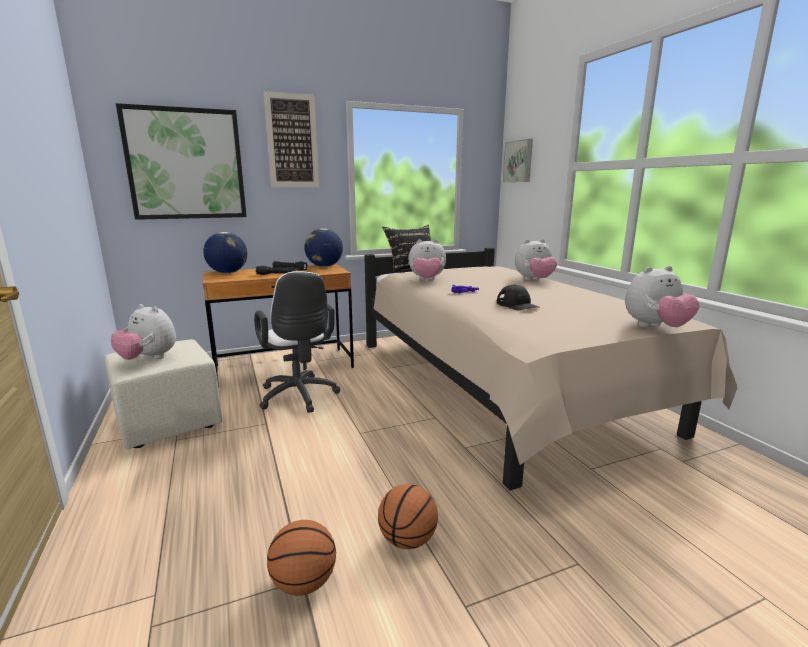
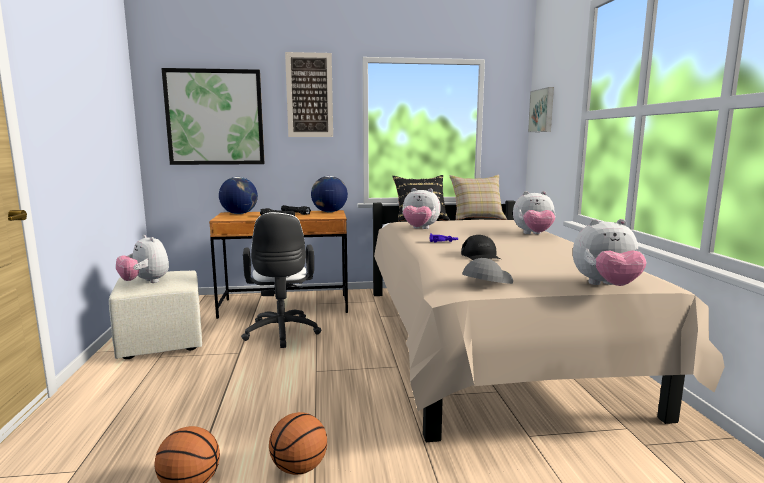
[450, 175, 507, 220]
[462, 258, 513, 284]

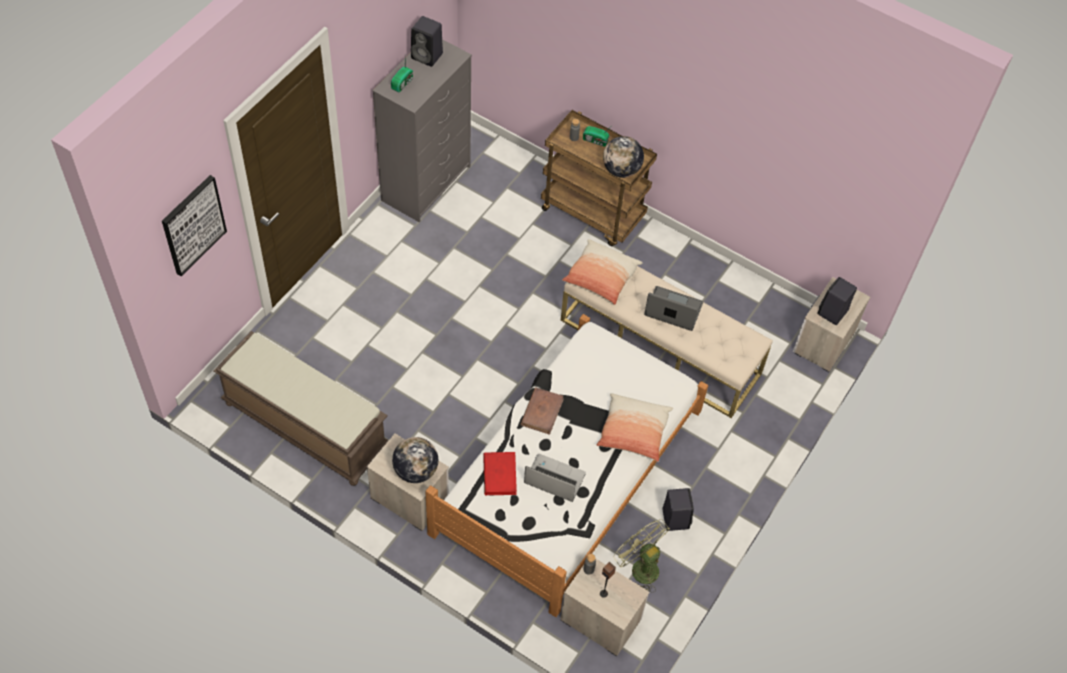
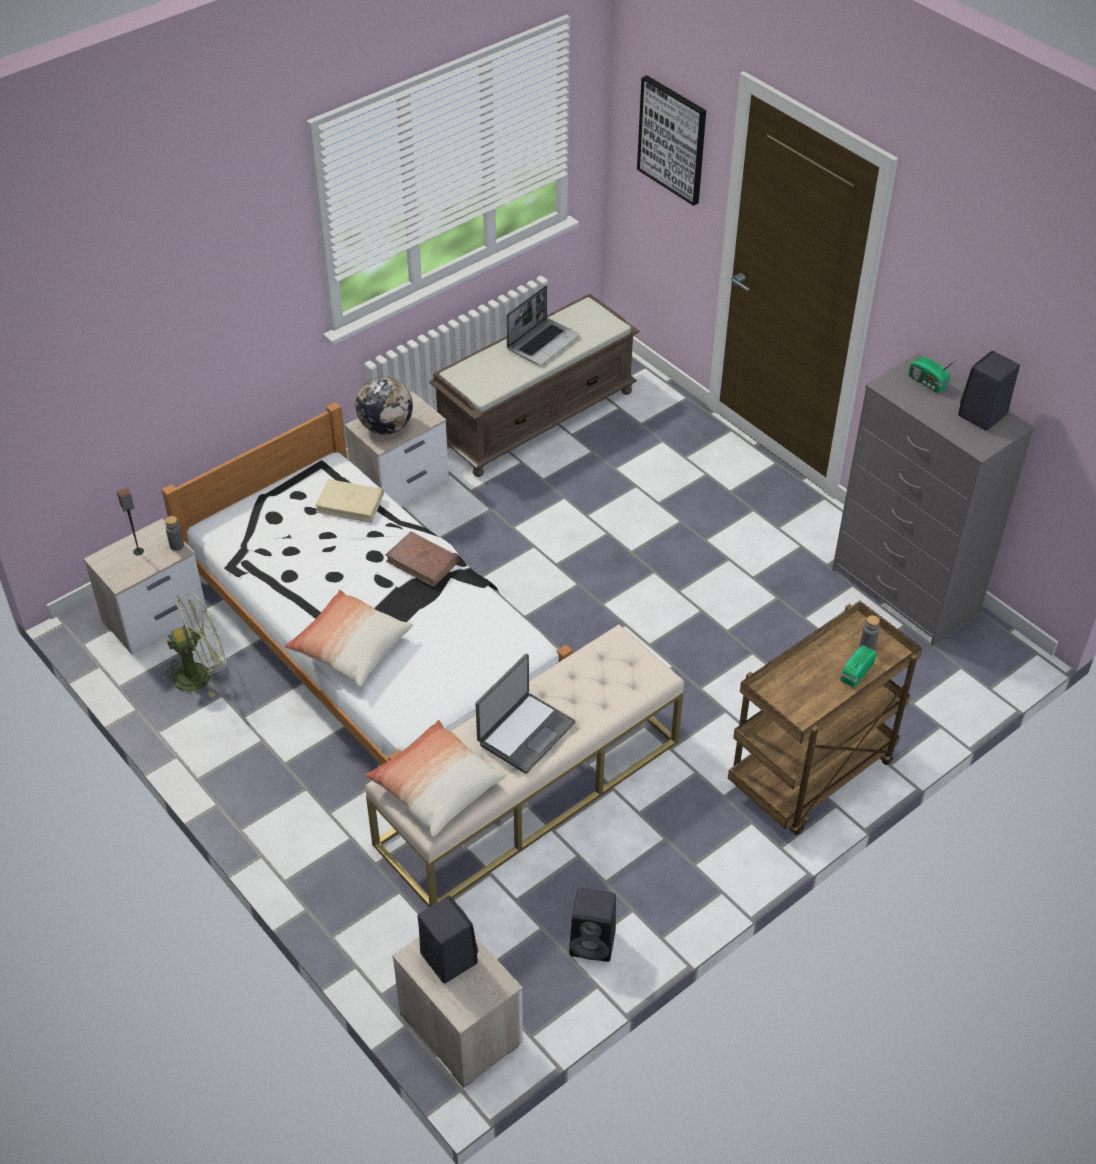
[315, 479, 384, 523]
[365, 720, 506, 837]
[506, 285, 579, 366]
[569, 888, 616, 962]
[603, 136, 644, 178] (first image)

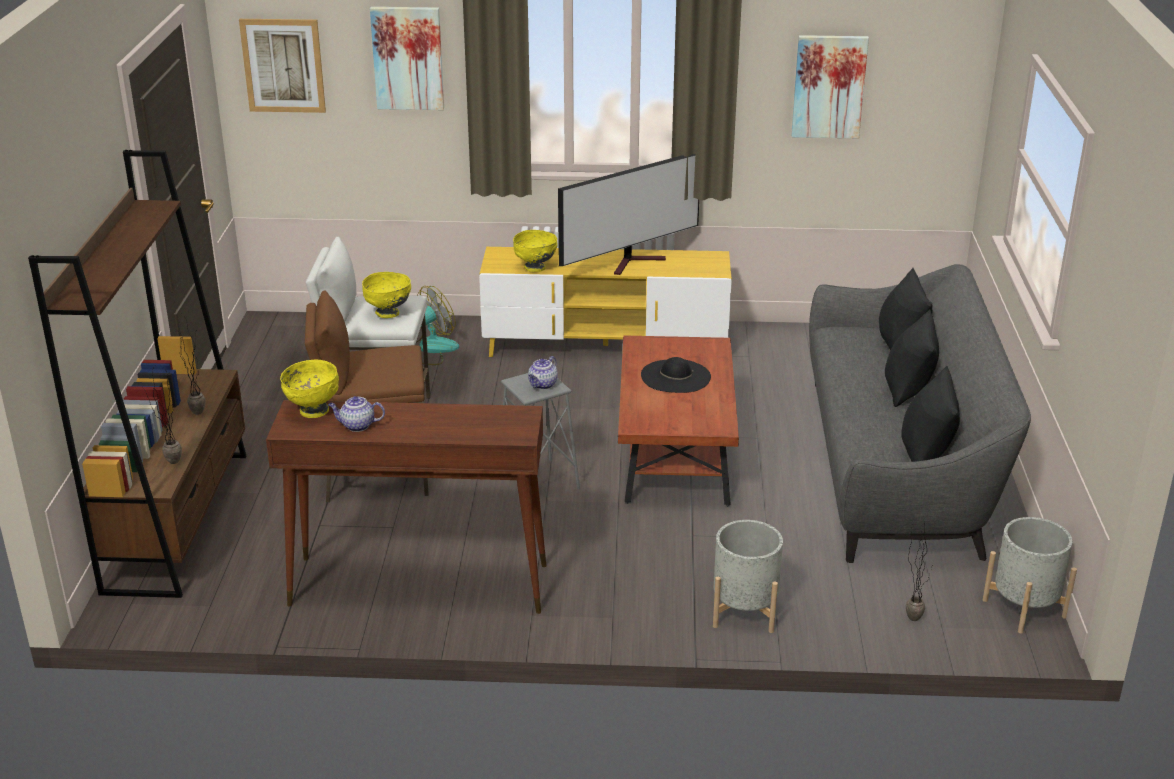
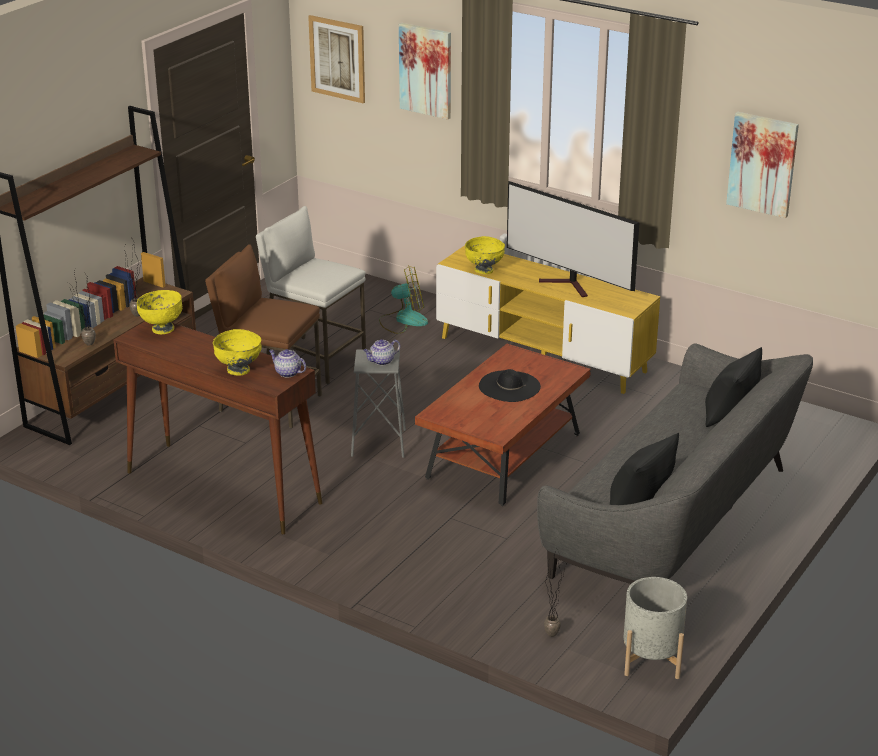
[213, 329, 261, 376]
[269, 349, 306, 378]
[507, 181, 639, 297]
[713, 520, 783, 633] (first image)
[885, 310, 939, 407] (first image)

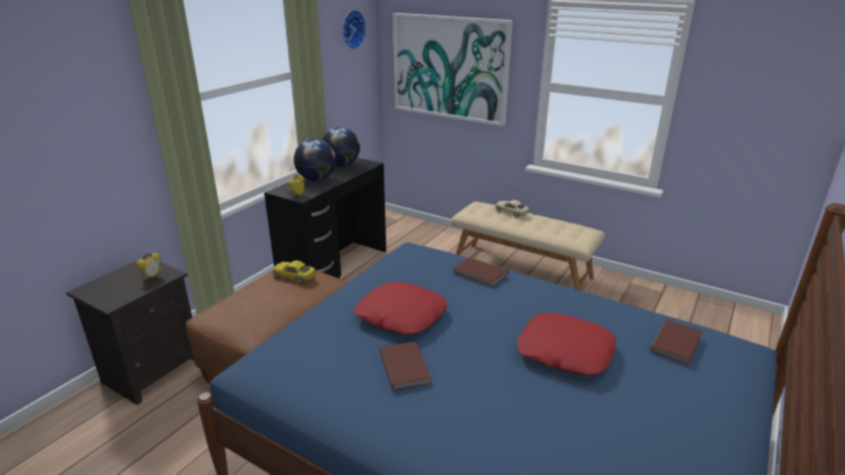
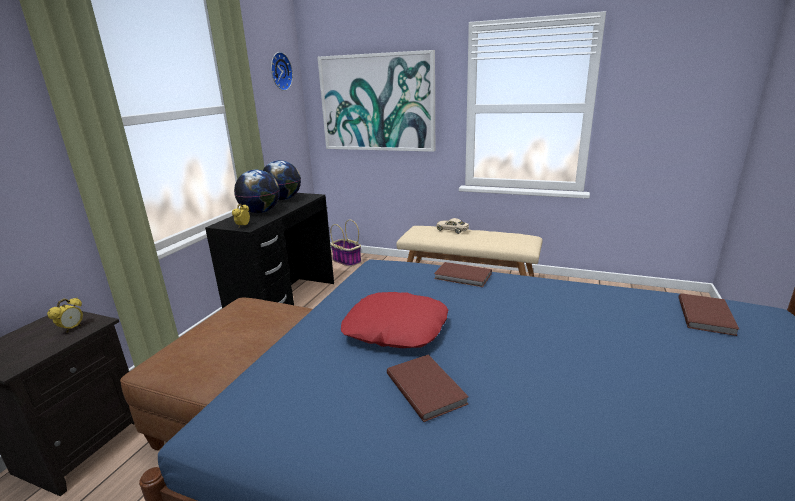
[330, 219, 361, 267]
[273, 260, 316, 284] (first image)
[517, 313, 616, 376] (first image)

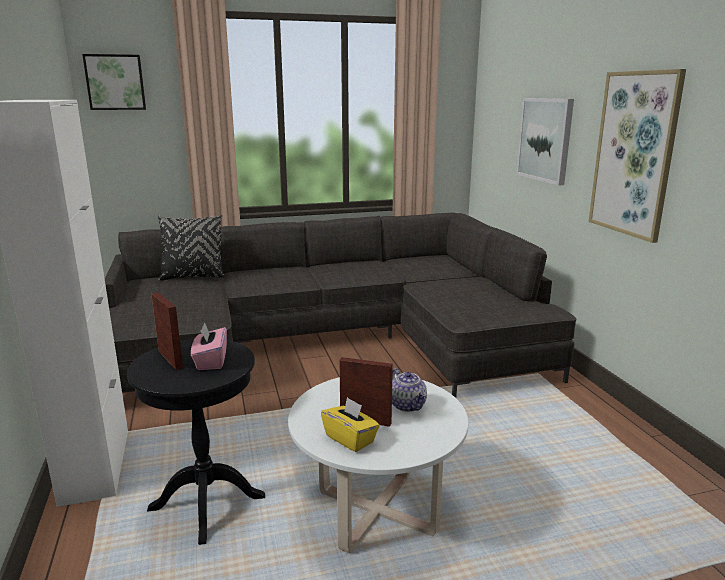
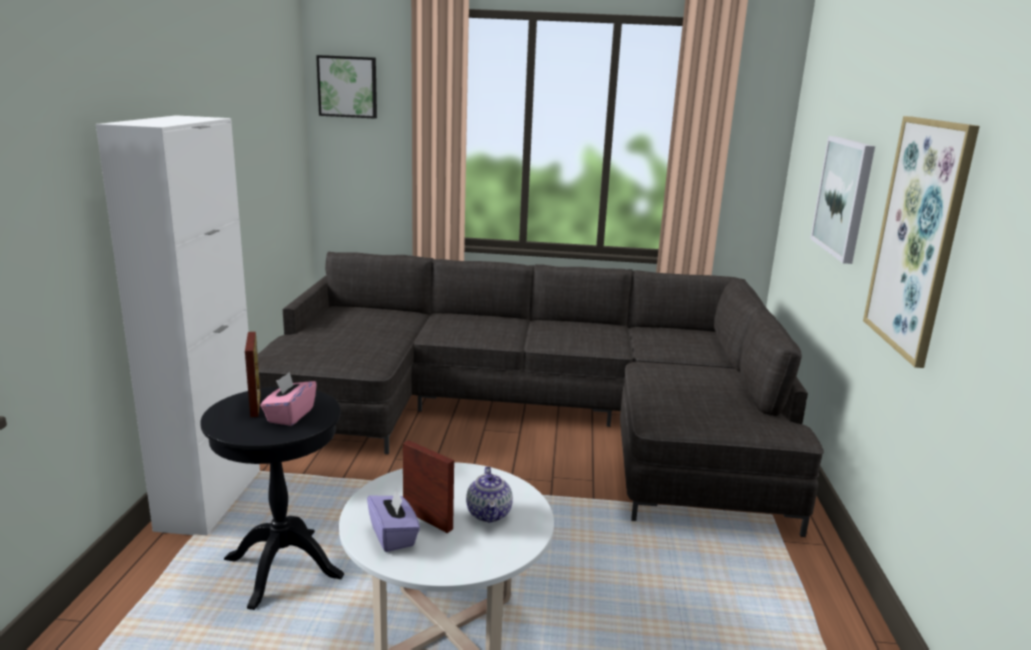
[367, 487, 420, 552]
[158, 215, 225, 281] (first image)

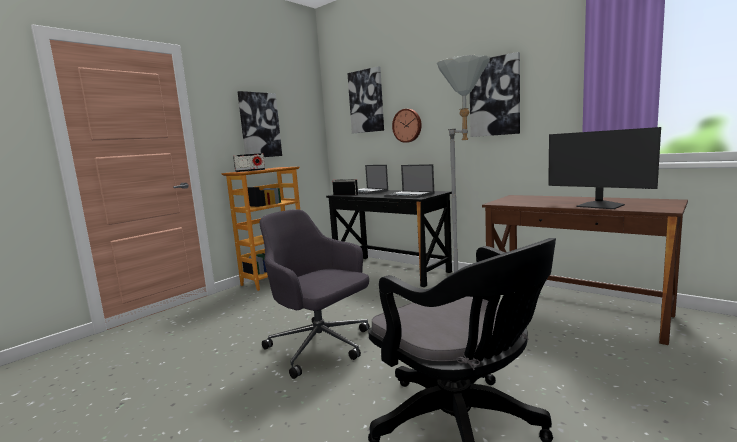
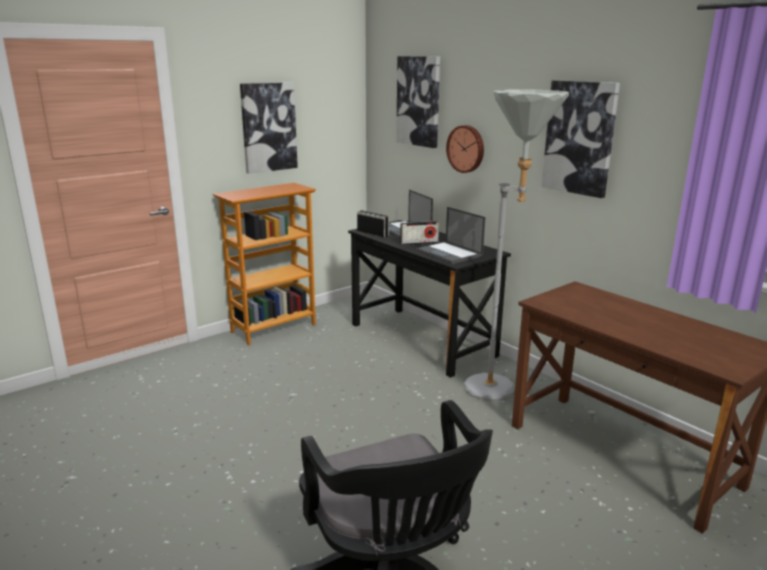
[400, 221, 439, 246]
[260, 209, 370, 379] (first image)
[548, 127, 661, 209] (first image)

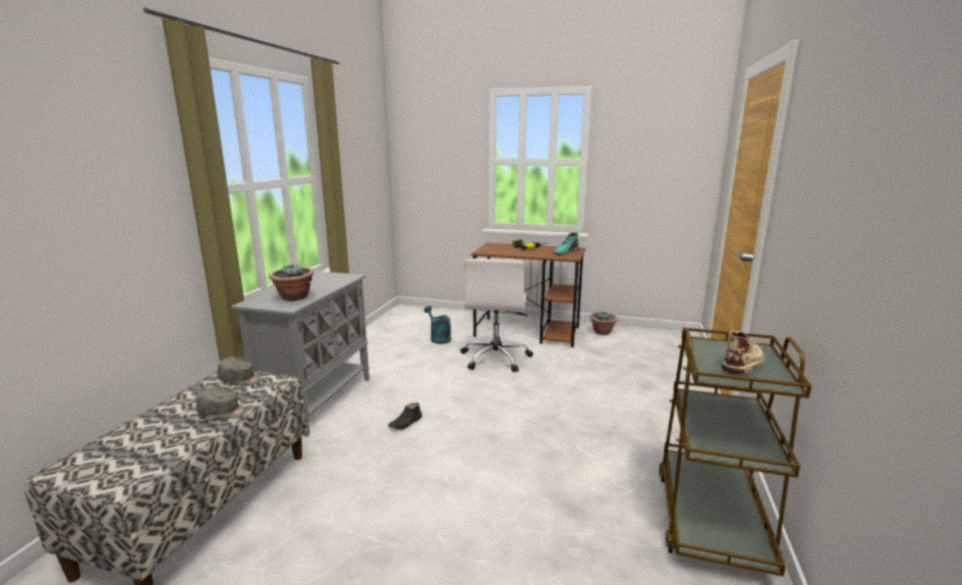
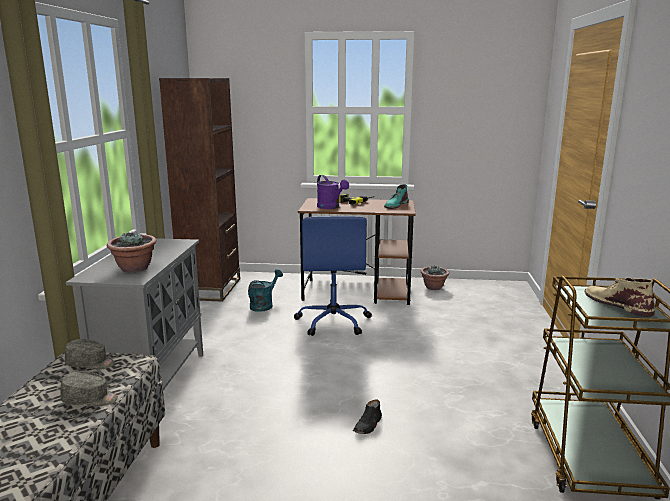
[159, 78, 240, 302]
[248, 269, 283, 312]
[294, 216, 372, 336]
[317, 175, 349, 209]
[353, 399, 382, 434]
[585, 278, 655, 317]

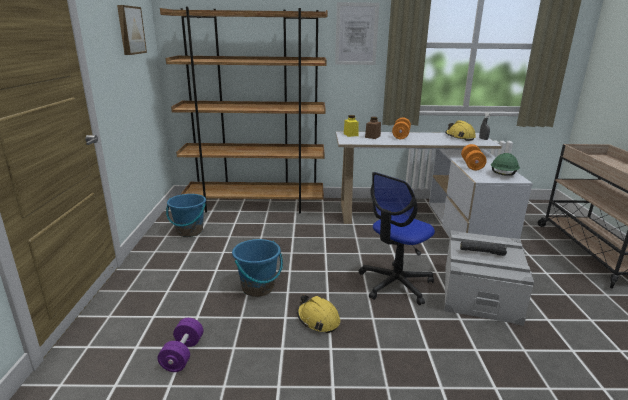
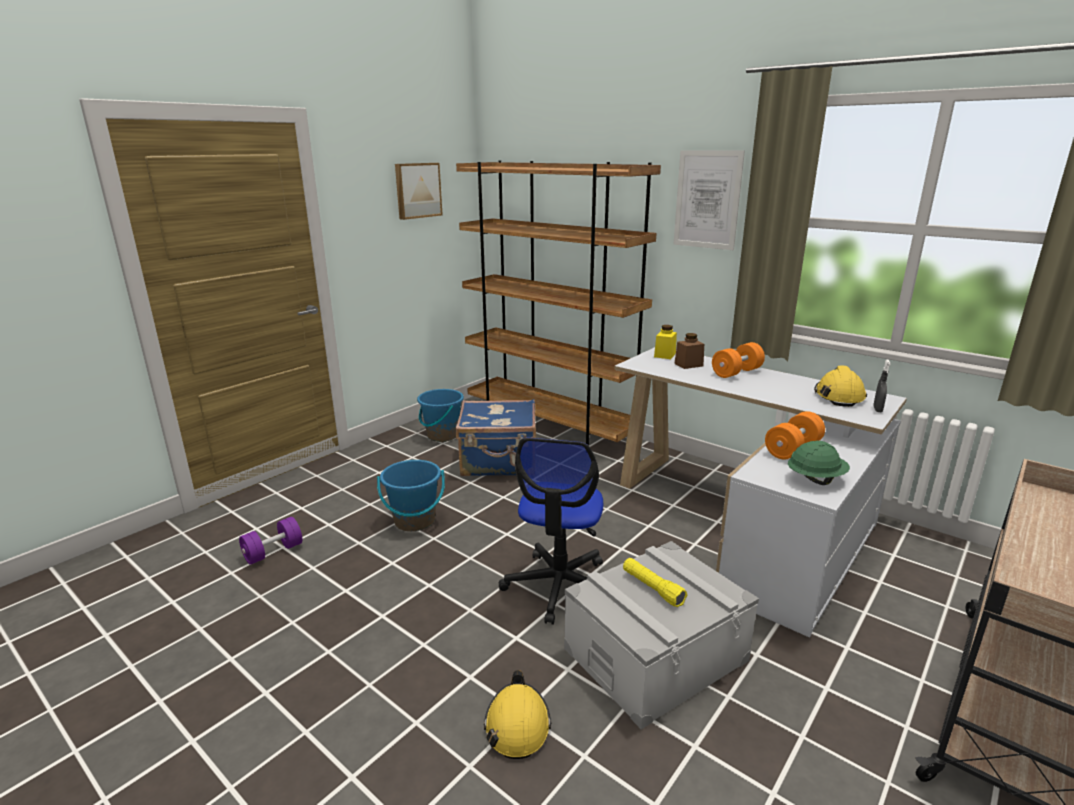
[456, 399, 536, 476]
[484, 670, 551, 759]
[499, 438, 603, 625]
[623, 558, 688, 607]

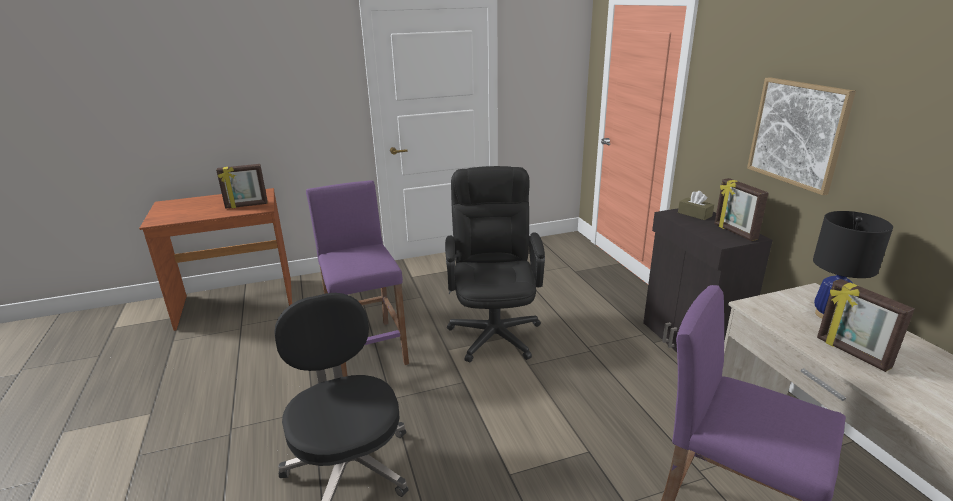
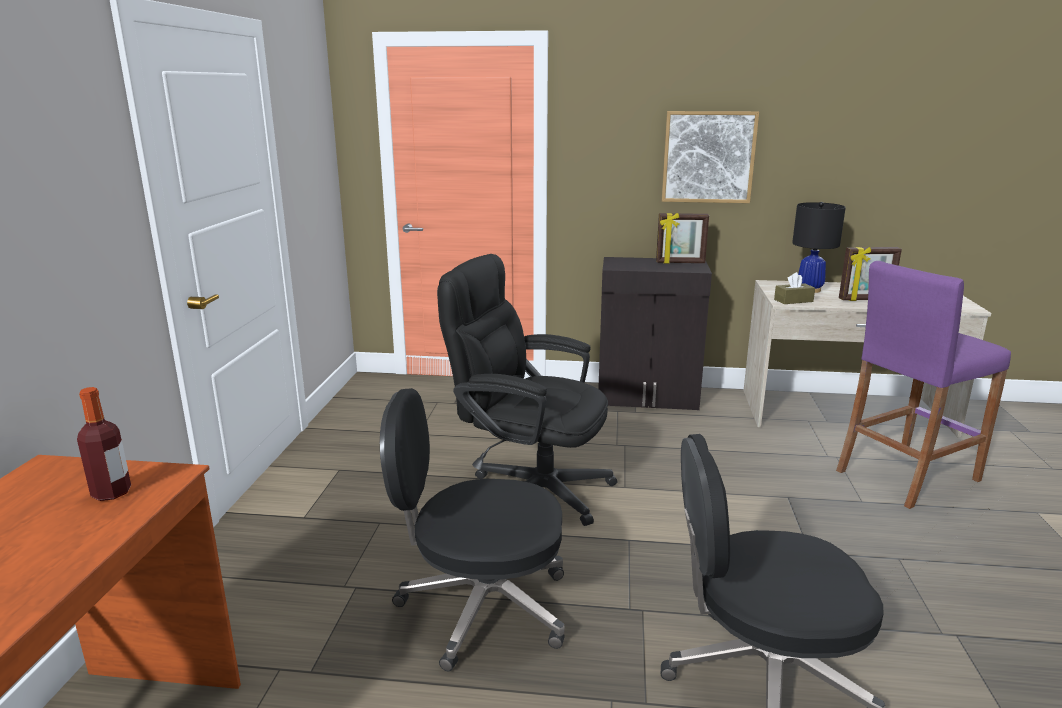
[77, 387, 131, 501]
[380, 388, 565, 672]
[774, 272, 815, 304]

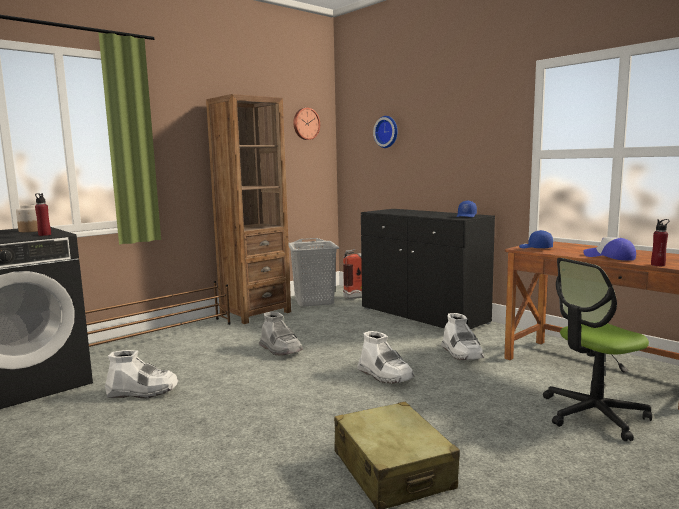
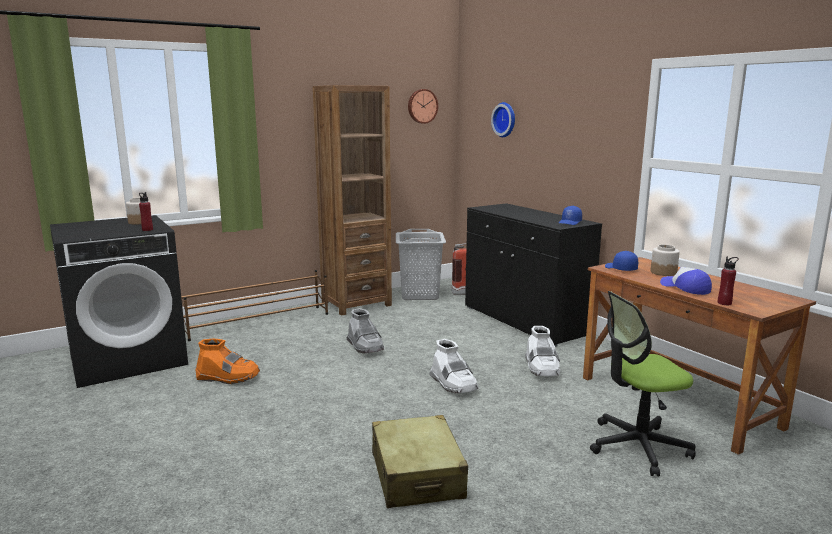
[195, 338, 260, 384]
[650, 245, 680, 276]

